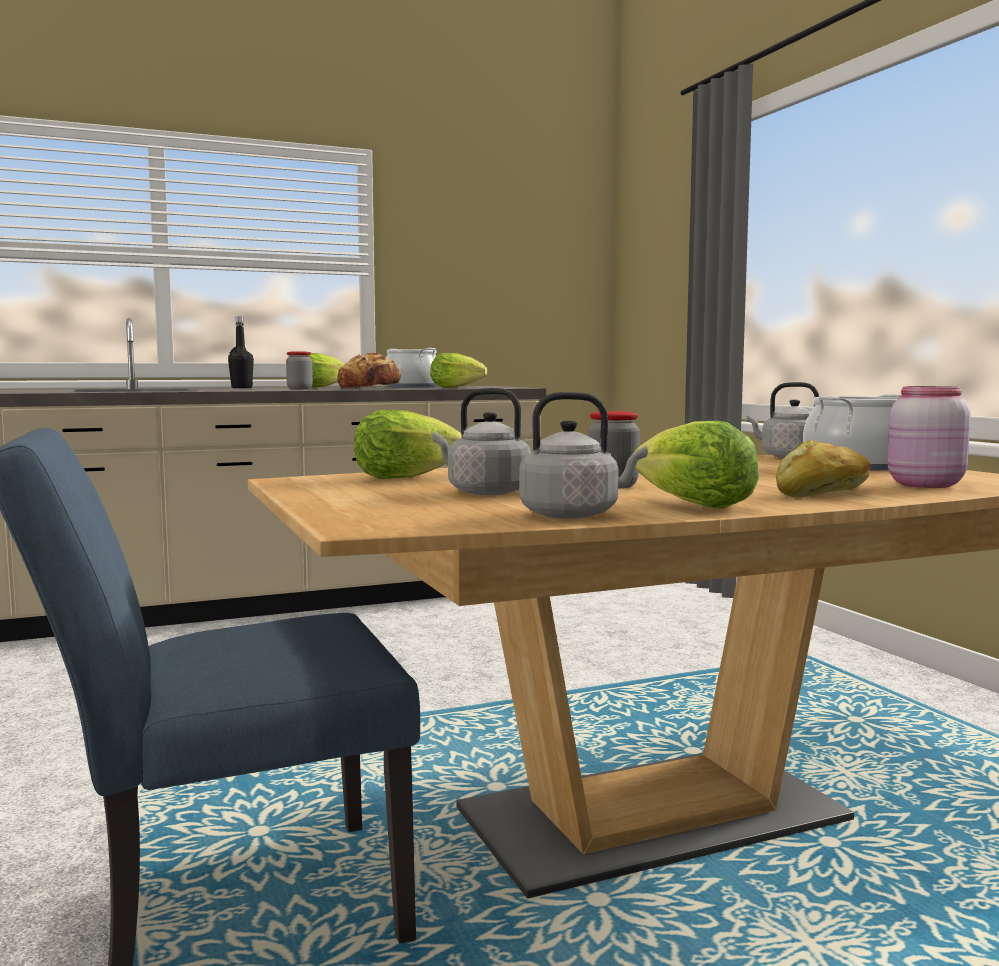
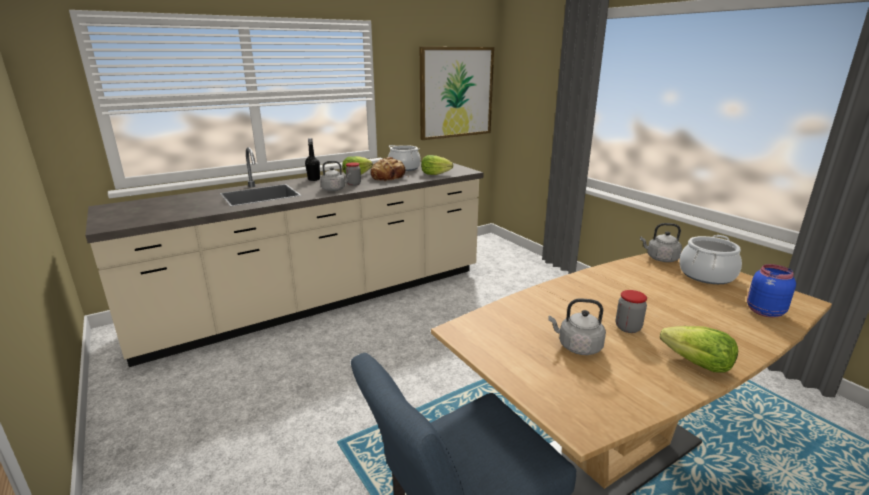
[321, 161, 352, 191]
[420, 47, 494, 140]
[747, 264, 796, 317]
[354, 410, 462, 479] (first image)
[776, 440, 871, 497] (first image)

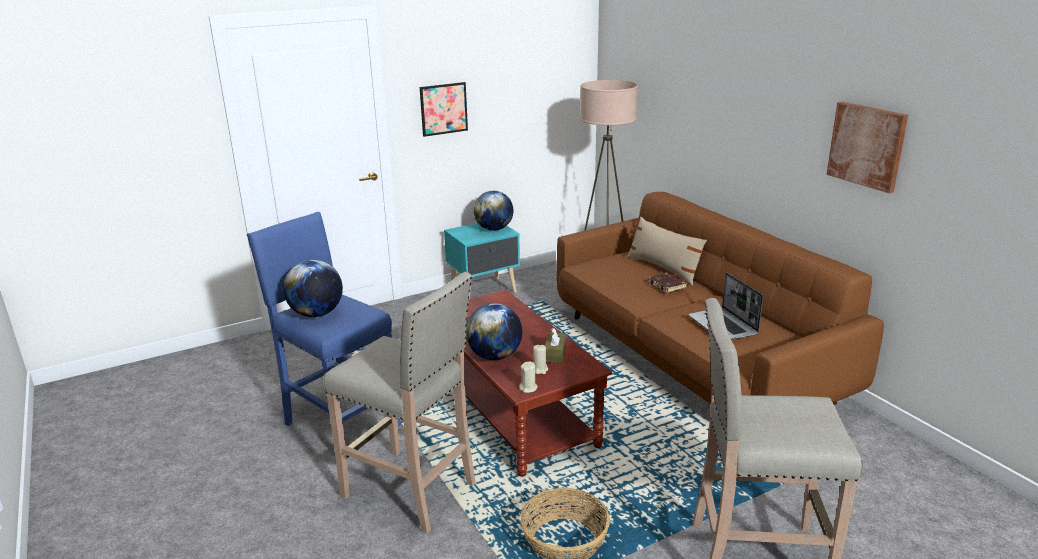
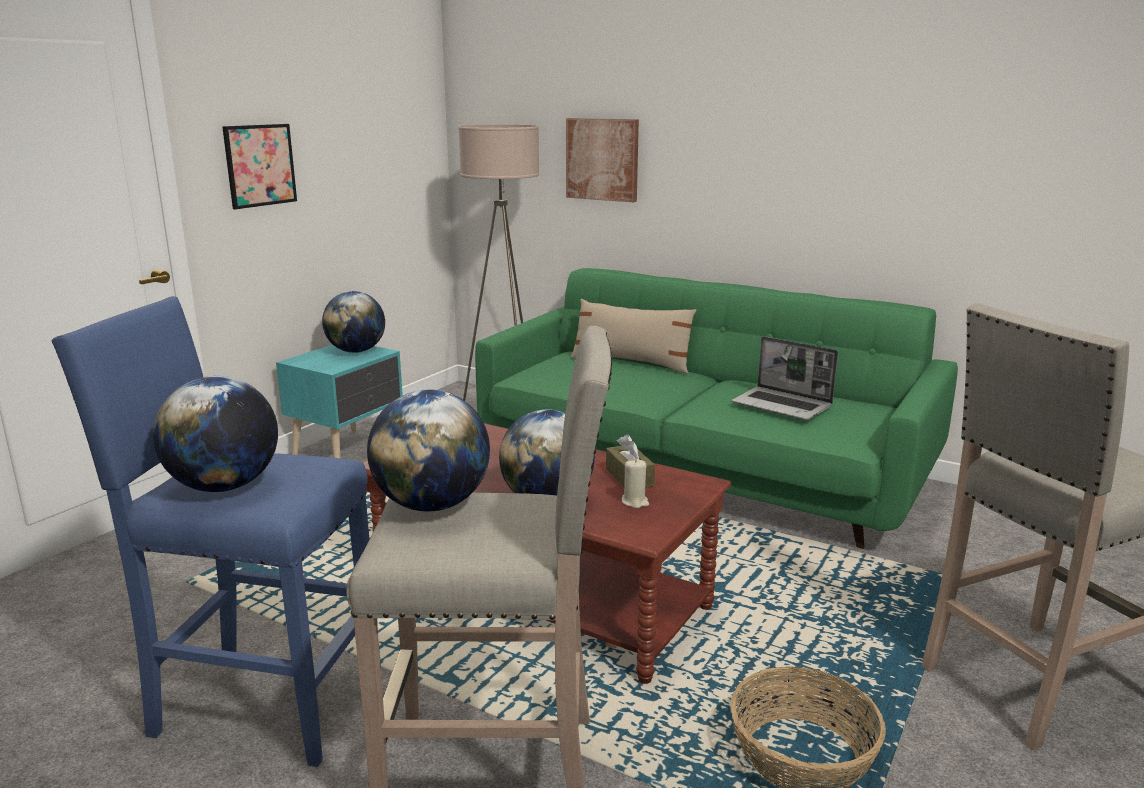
[367, 390, 490, 512]
[475, 268, 958, 549]
[566, 118, 639, 202]
[519, 361, 538, 393] (first image)
[648, 272, 688, 293] (first image)

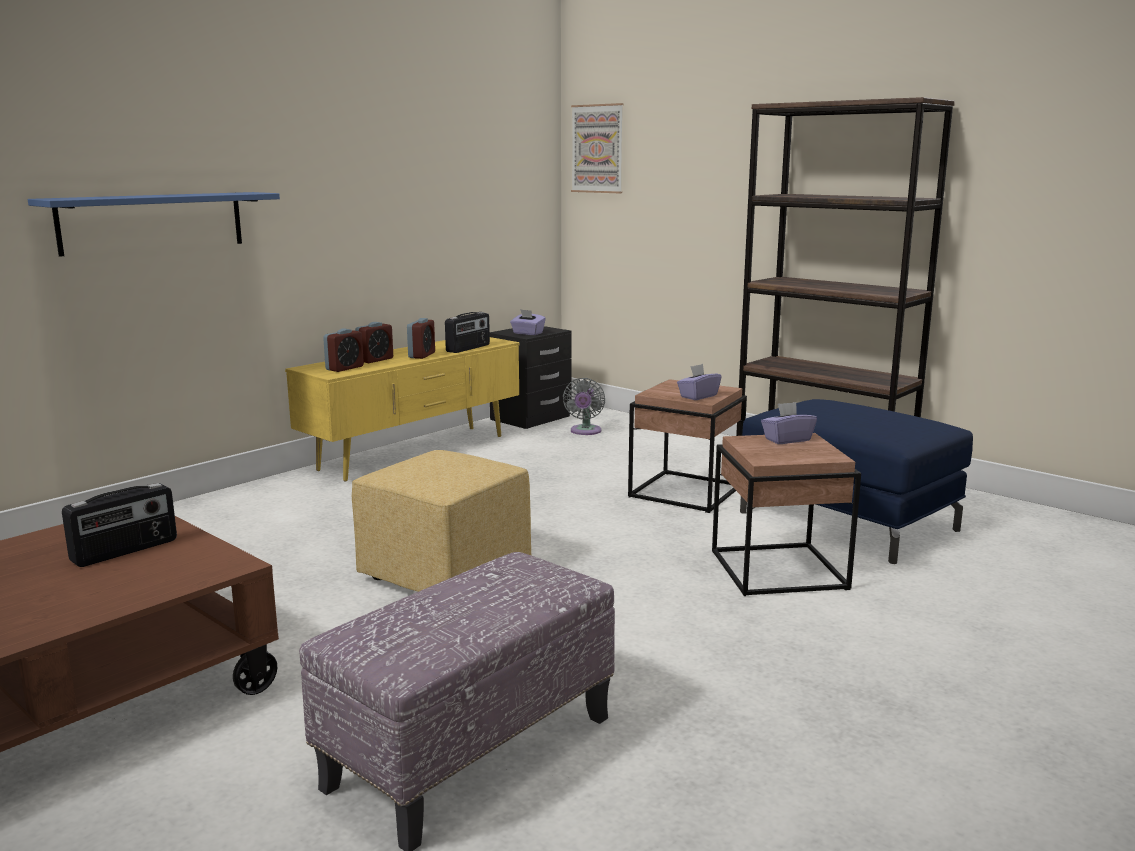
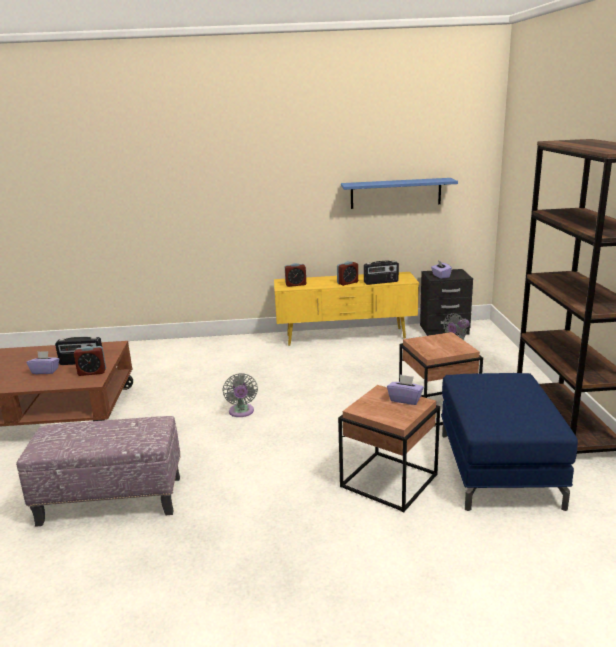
[27, 351, 59, 374]
[74, 346, 106, 376]
[222, 373, 258, 417]
[341, 178, 458, 209]
[571, 103, 624, 193] (first image)

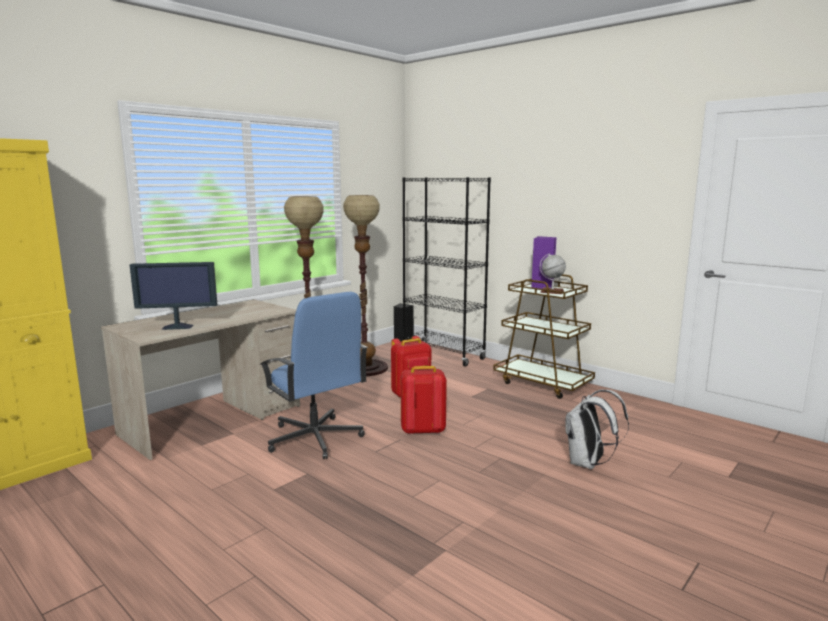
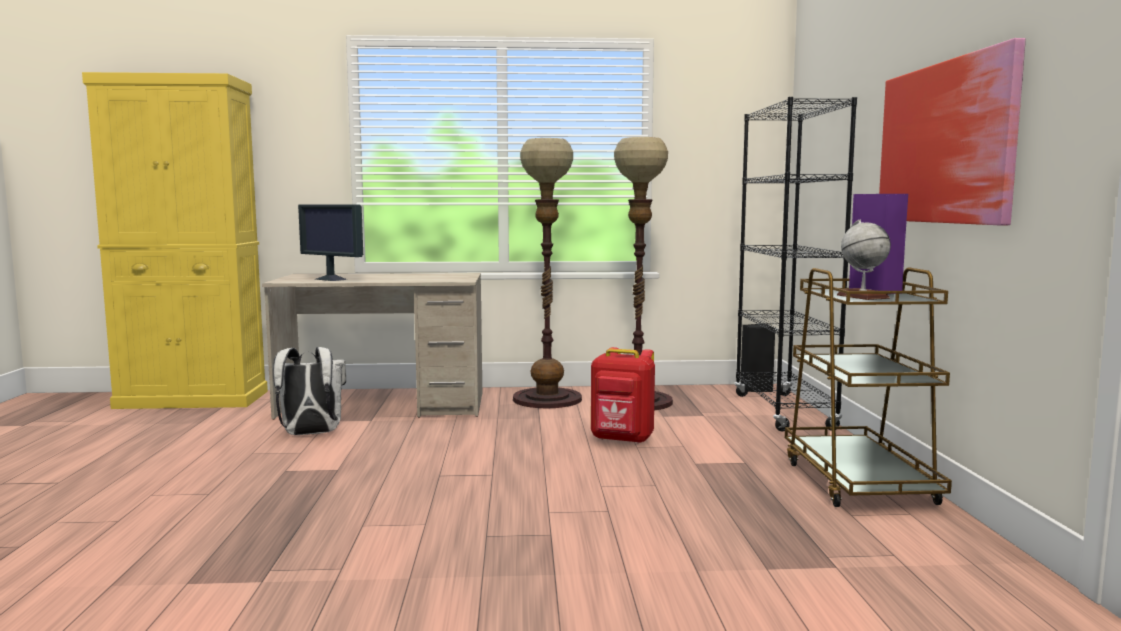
[273, 347, 346, 435]
[879, 38, 1026, 226]
[260, 292, 368, 459] (first image)
[401, 366, 447, 435] (first image)

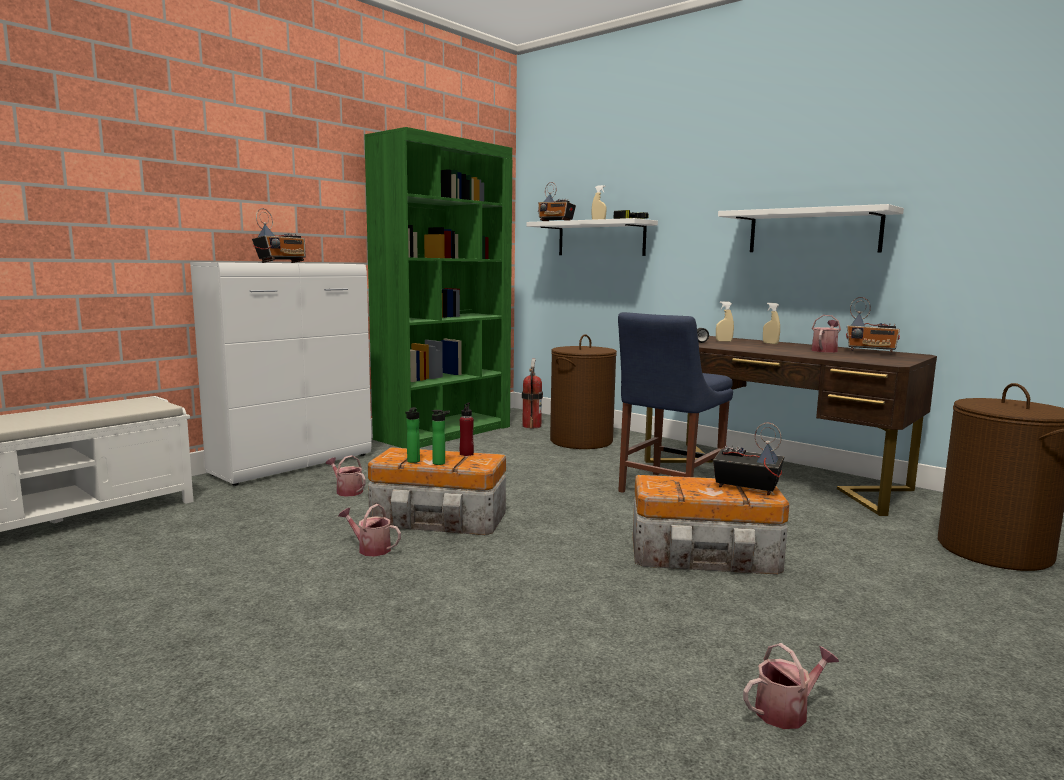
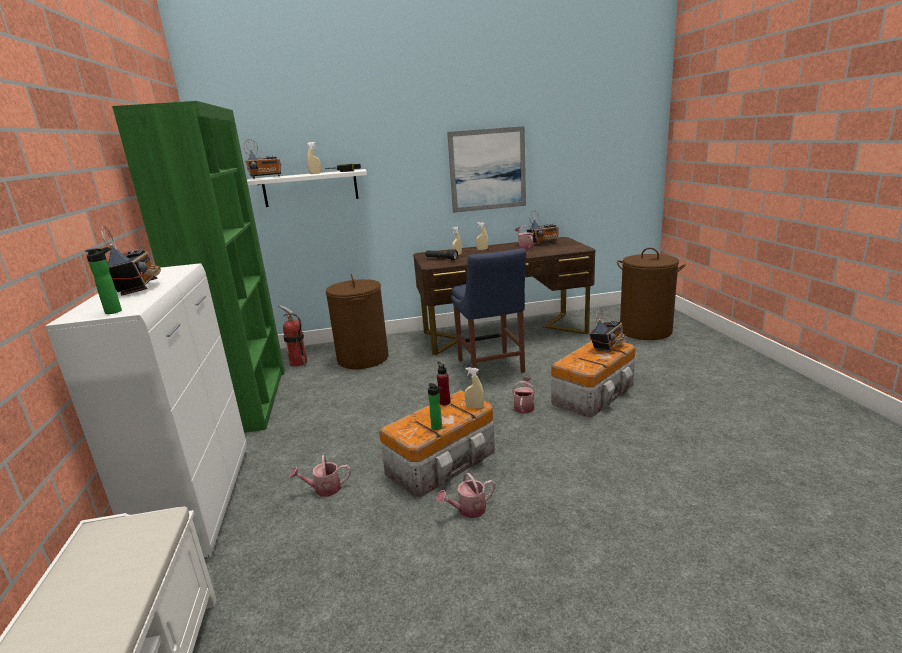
[85, 247, 122, 314]
[447, 126, 526, 213]
[464, 368, 484, 408]
[512, 377, 535, 414]
[589, 307, 626, 351]

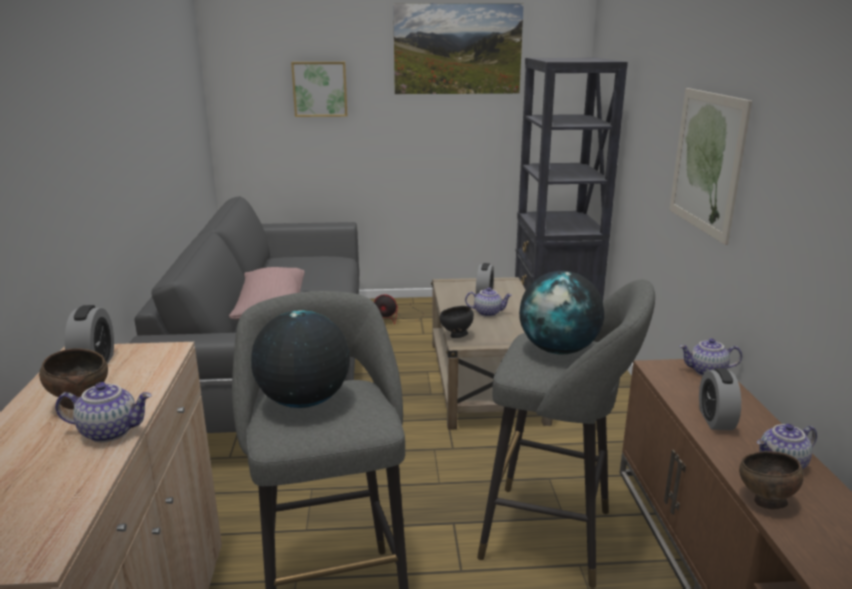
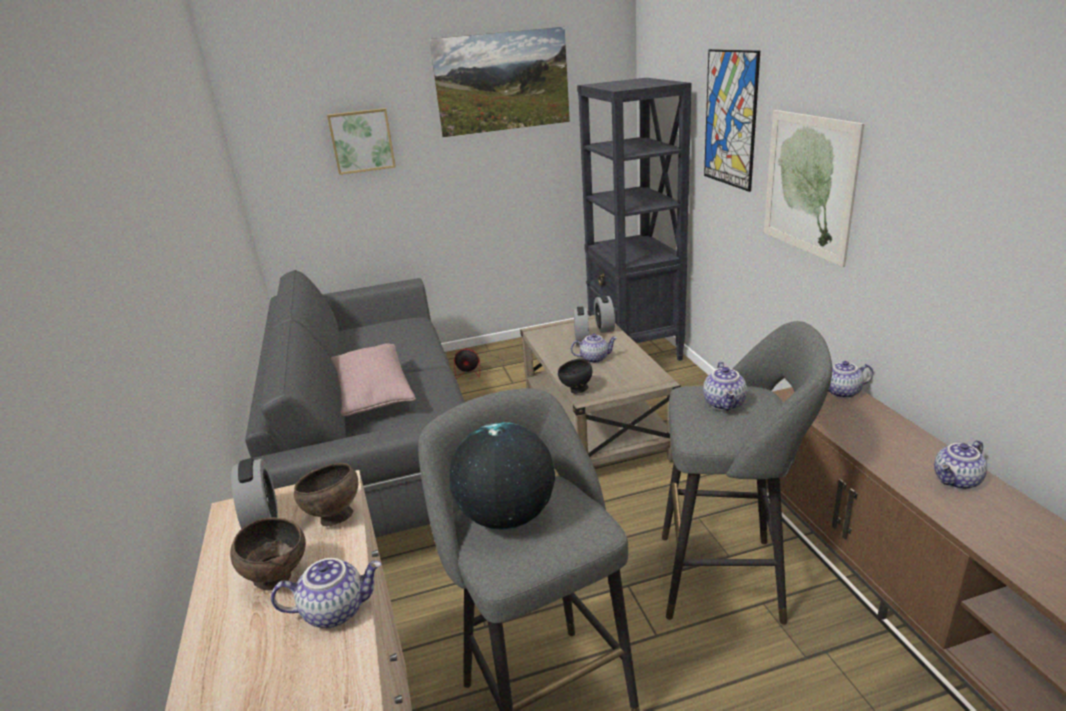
[294, 463, 358, 527]
[594, 295, 615, 333]
[703, 362, 747, 411]
[704, 49, 760, 192]

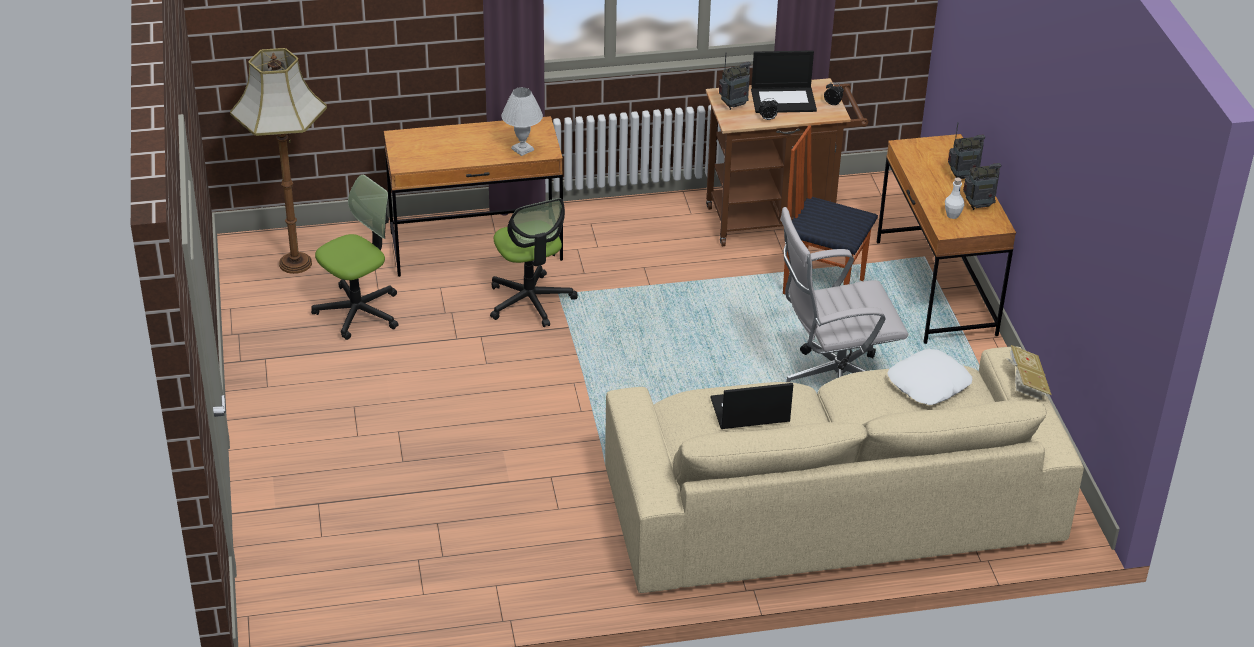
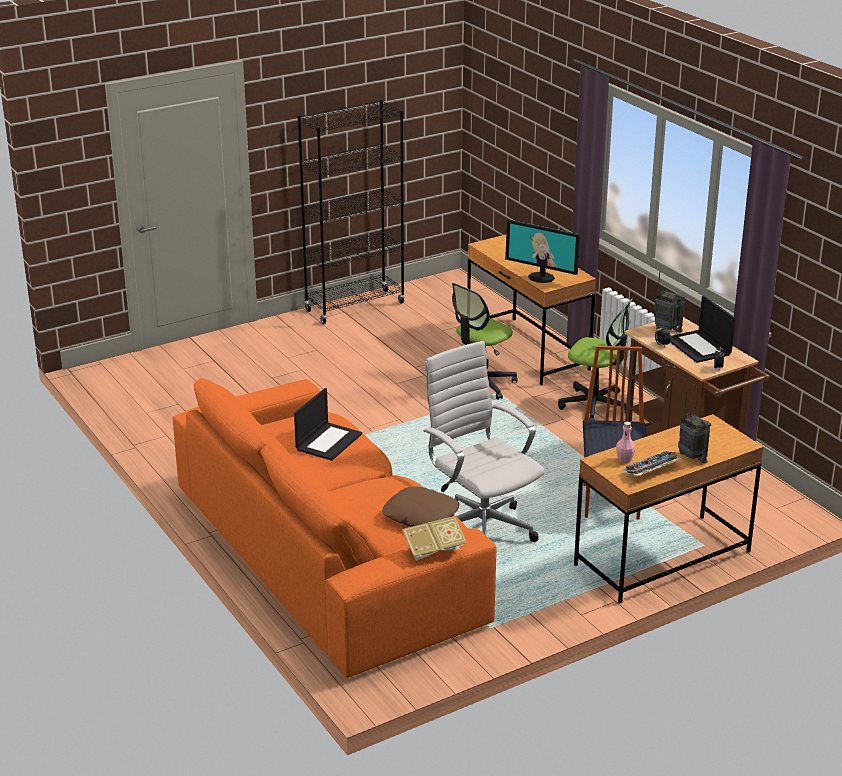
[173, 378, 496, 678]
[294, 388, 362, 461]
[298, 99, 405, 324]
[382, 486, 459, 527]
[505, 219, 580, 283]
[558, 299, 633, 420]
[616, 422, 635, 463]
[622, 451, 683, 476]
[230, 48, 327, 274] (first image)

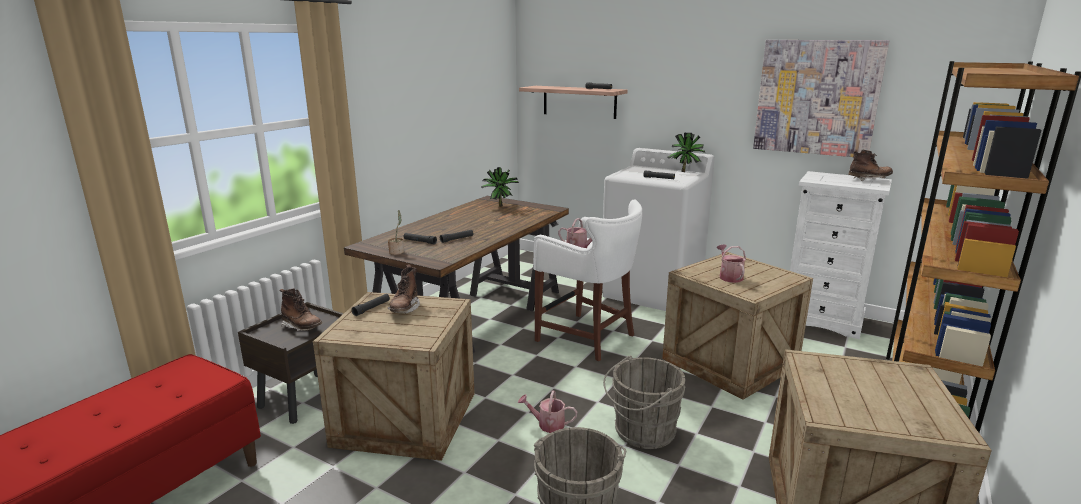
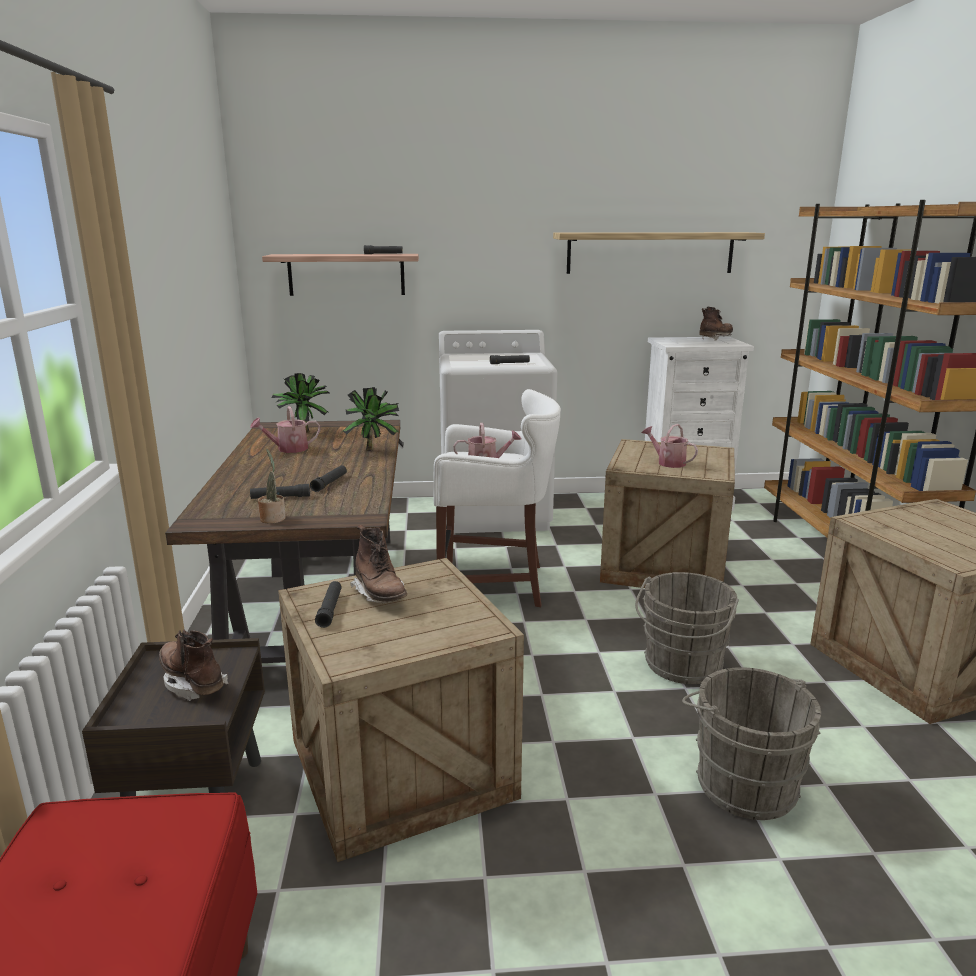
[159, 630, 228, 701]
[250, 406, 320, 453]
[342, 387, 399, 451]
[553, 232, 765, 274]

